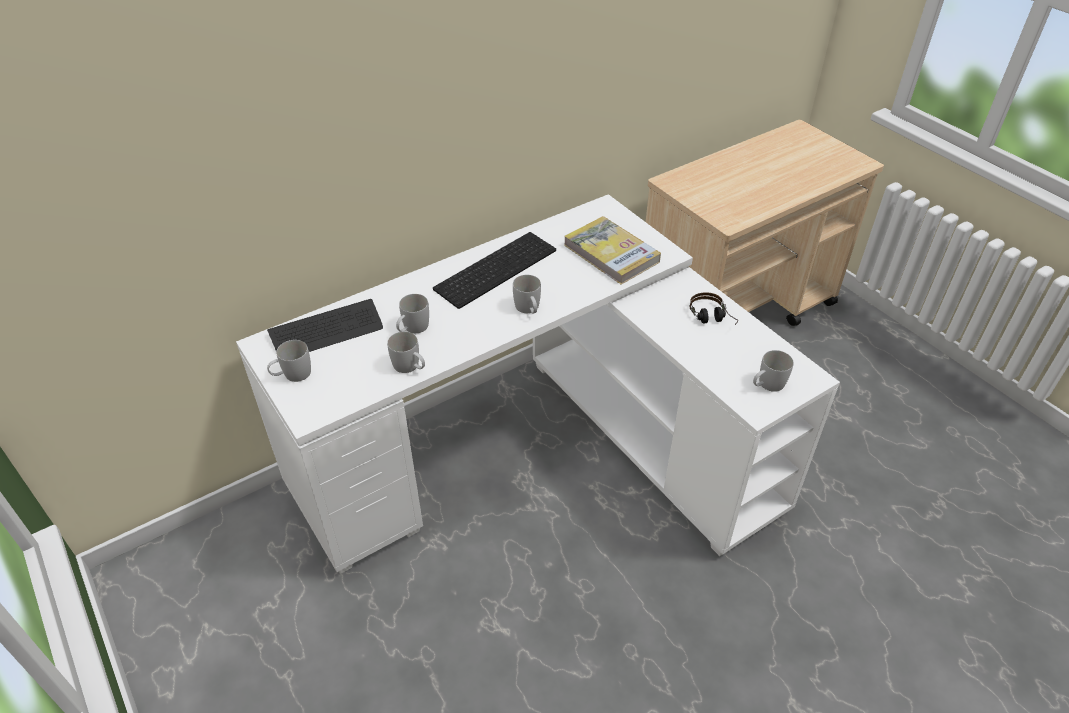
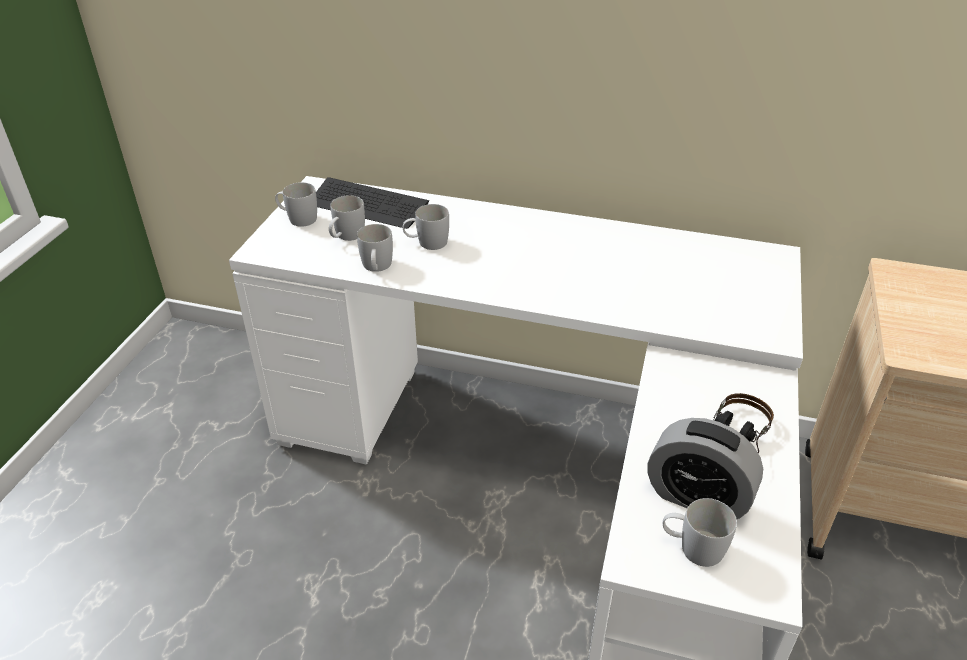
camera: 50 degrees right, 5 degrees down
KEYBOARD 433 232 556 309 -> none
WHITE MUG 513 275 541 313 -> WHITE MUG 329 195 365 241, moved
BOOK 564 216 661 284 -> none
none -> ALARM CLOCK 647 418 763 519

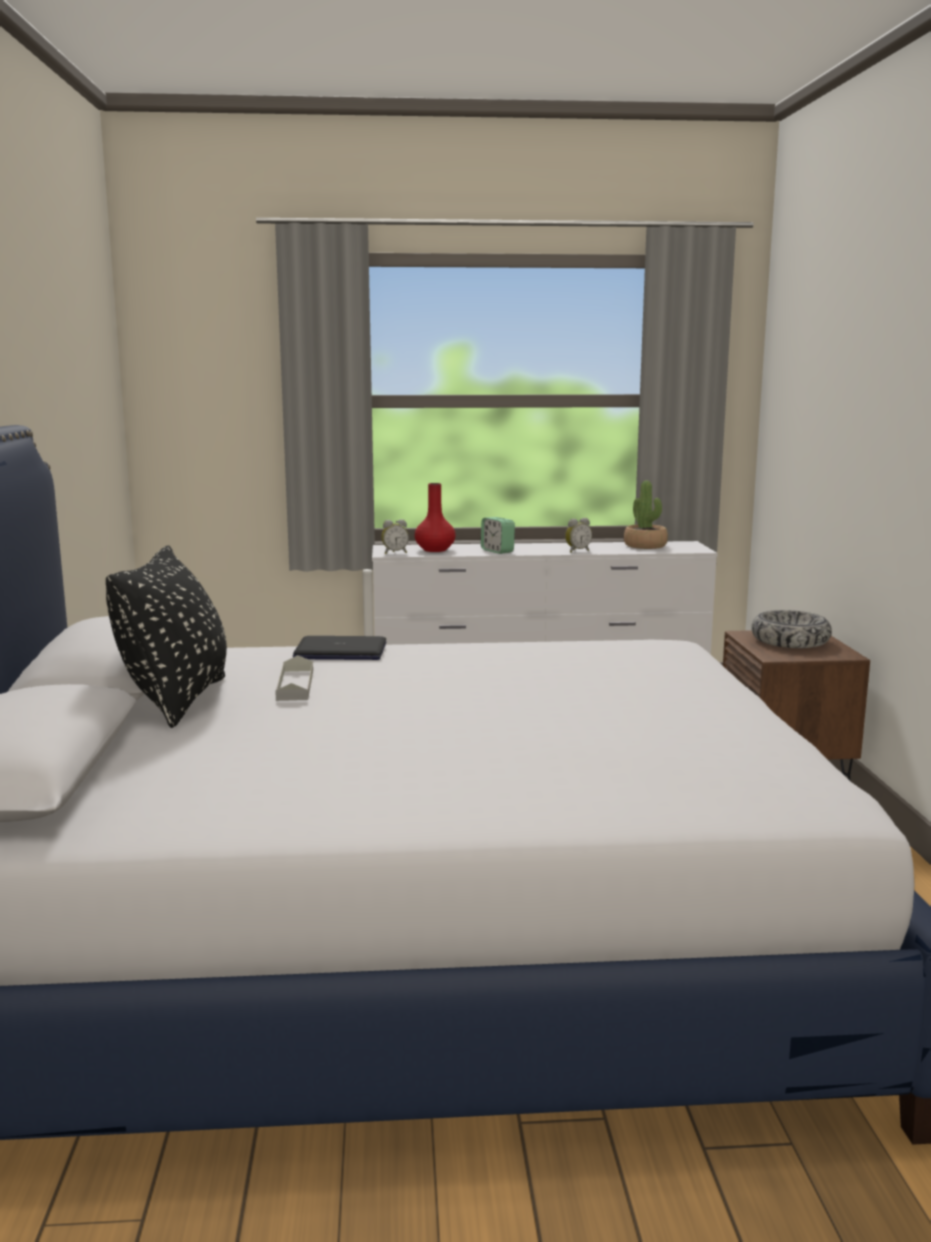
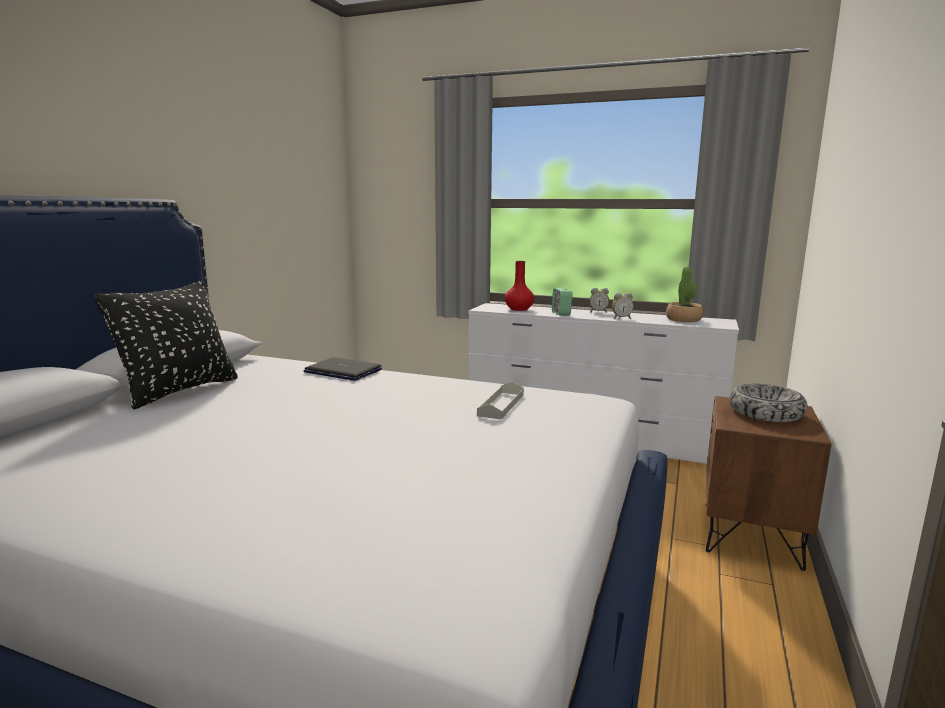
camera: 25 degrees right, 0 degrees up
GREY TRAY 275 655 313 701 -> GREY TRAY 477 381 524 420, moved
ALARM CLOCK 381 519 409 554 -> ALARM CLOCK 589 288 609 313, moved

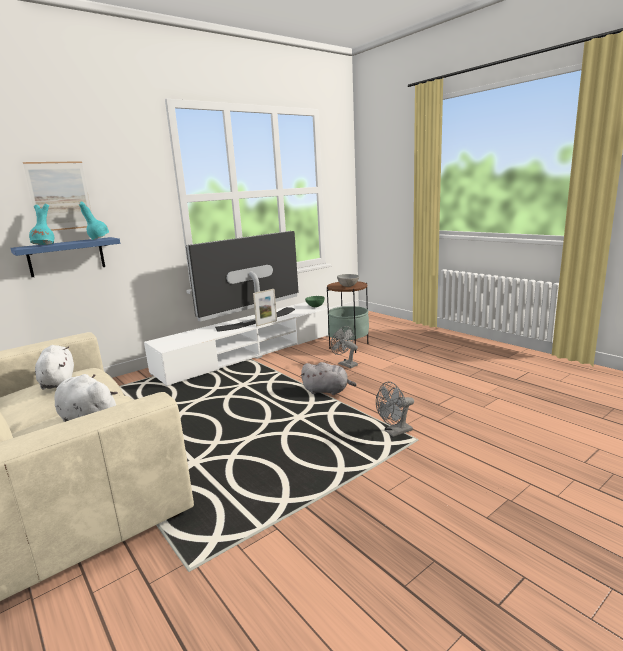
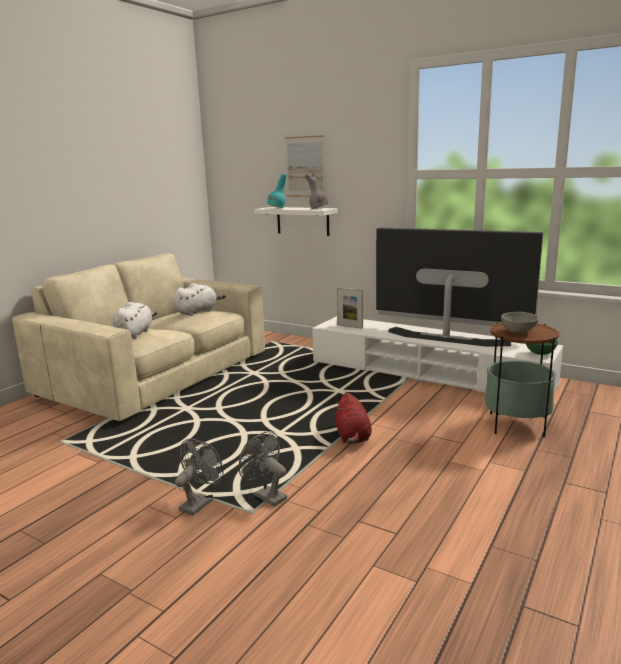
camera: 70 degrees right, 0 degrees up
BLUE SHELF 10 237 120 277 -> WHITE SHELF 254 207 338 236
TURQUOISE VASE 79 201 109 240 -> GREY VASE 305 173 328 209
PICTURE FRAME 253 289 277 326 -> PICTURE FRAME 337 287 363 329, moved
GREY PLUSH TOY 301 362 357 395 -> RED PLUSH TOY 335 392 372 444
GREY FAN 331 326 358 368 -> GREY FAN 175 439 224 516, moved

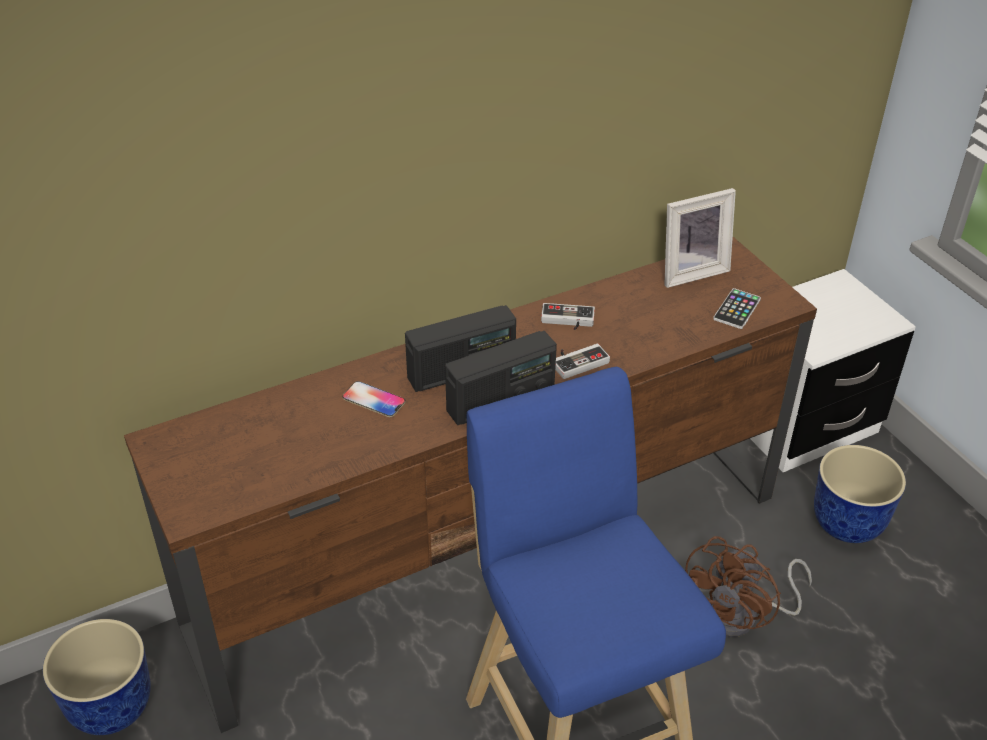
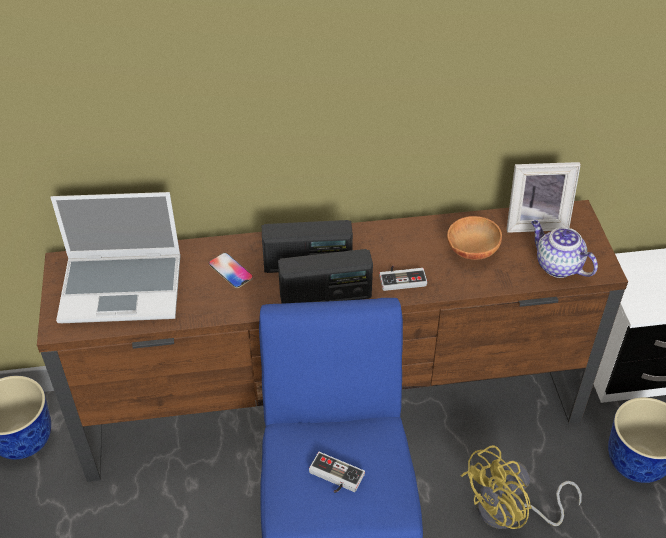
camera: 20 degrees right, 5 degrees up
GAME CONTROLLER 541 303 595 330 -> GAME CONTROLLER 309 452 365 493, moved
BROWN FAN 685 536 812 637 -> YELLOW FAN 461 445 582 529
PHONE 713 288 761 329 -> TEAPOT 531 220 598 278
none -> LAPTOP 50 192 181 323
none -> BROWN BOWL 447 216 502 260

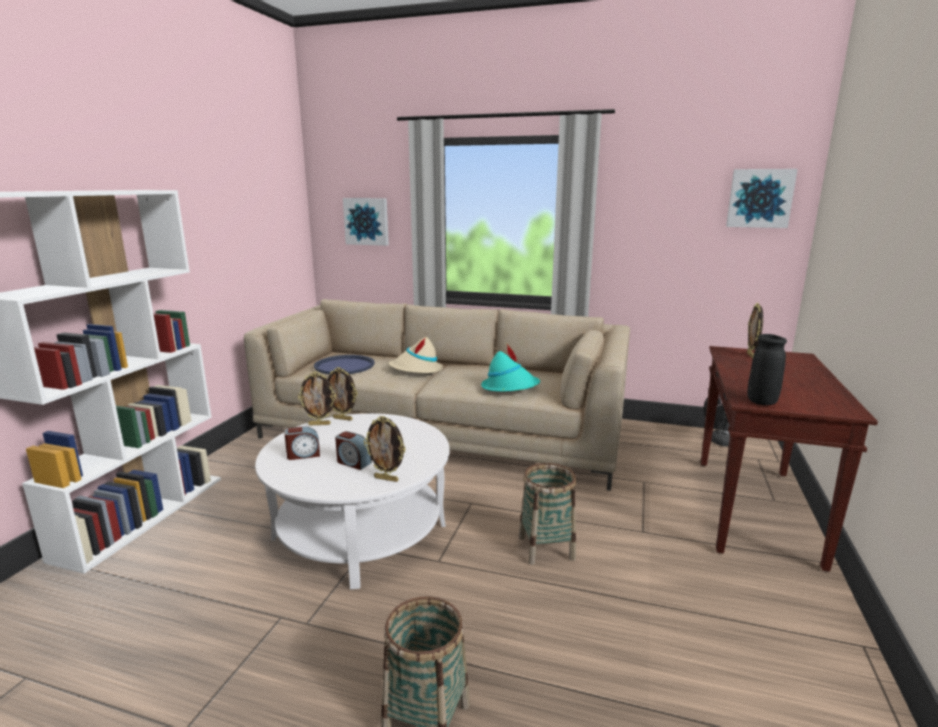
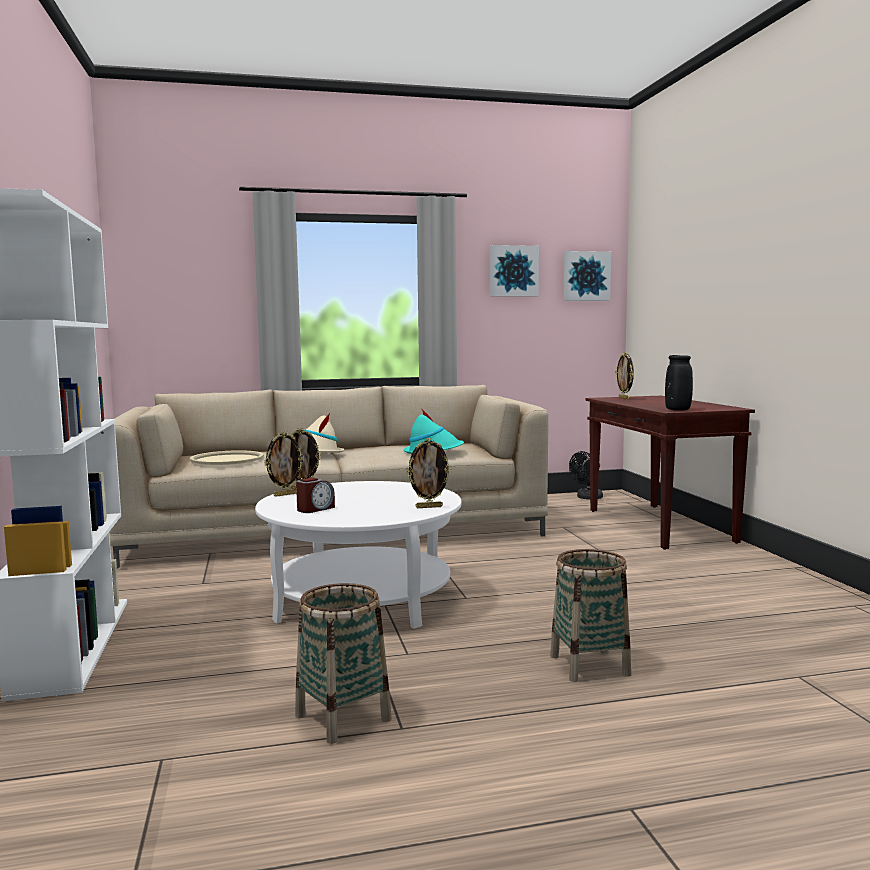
camera: 30 degrees left, 10 degrees down
BLUE TRAY 314 355 375 374 -> BEIGE TRAY 190 450 264 465
ALARM CLOCK 335 431 372 470 -> none
PICTURE 343 198 389 246 -> PICTURE 490 245 539 297, moved
BASKET 519 463 577 565 -> BASKET 295 583 392 744, moved

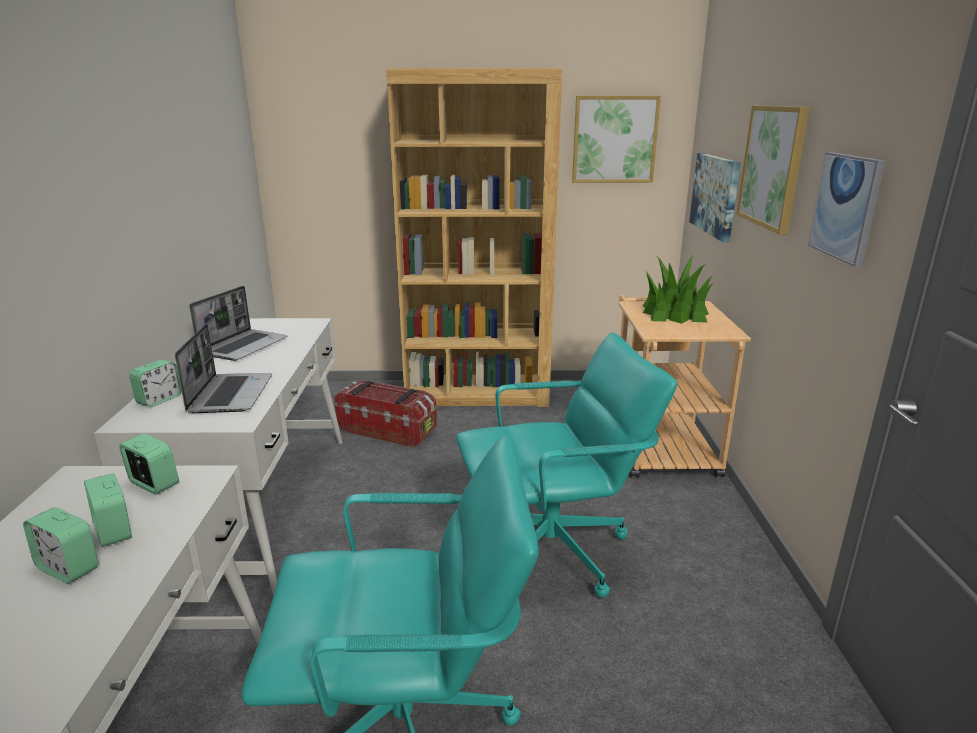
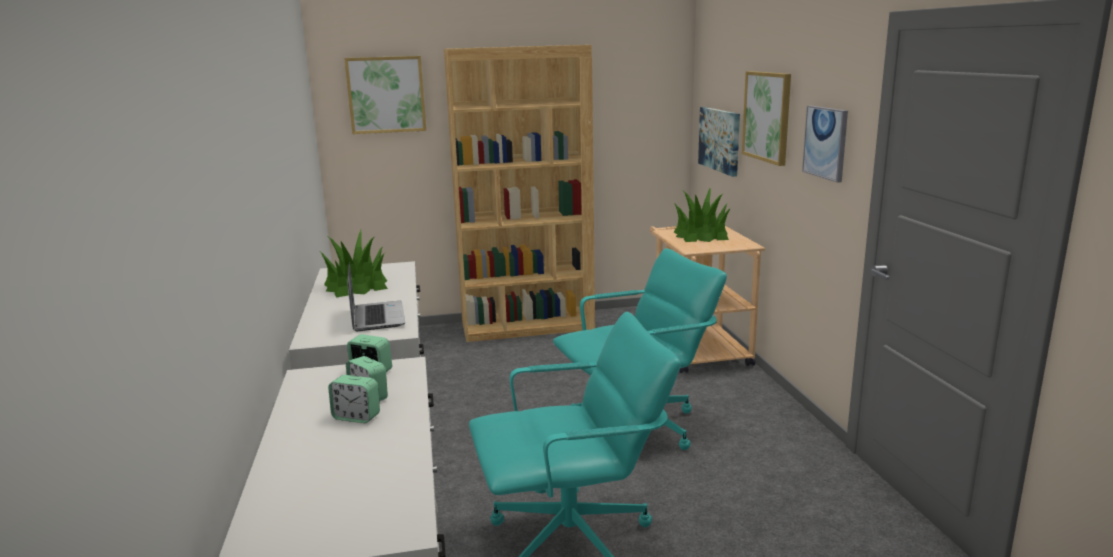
camera: 10 degrees left, 5 degrees down
ALARM CLOCK 129 360 182 407 -> none
LAPTOP 189 286 288 361 -> POTTED PLANT 320 230 388 298
STORAGE BOX 334 380 437 448 -> none
PICTURE 572 96 661 183 -> PICTURE 344 56 426 134, moved

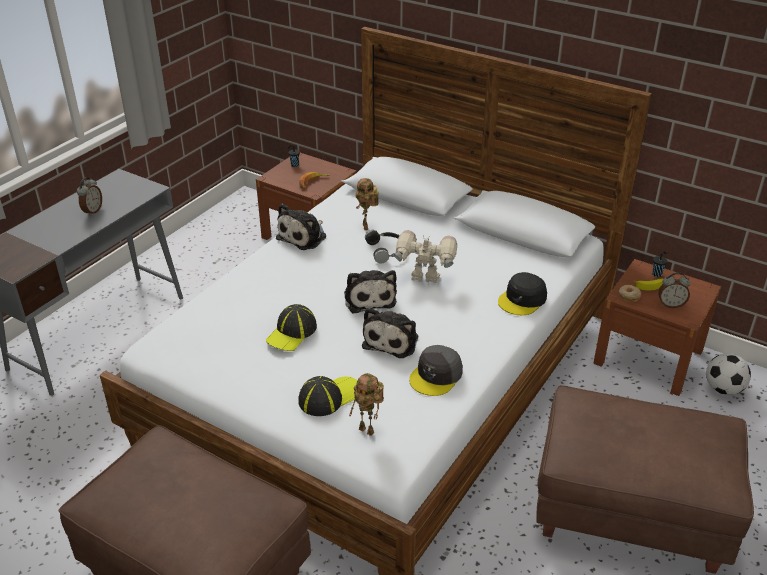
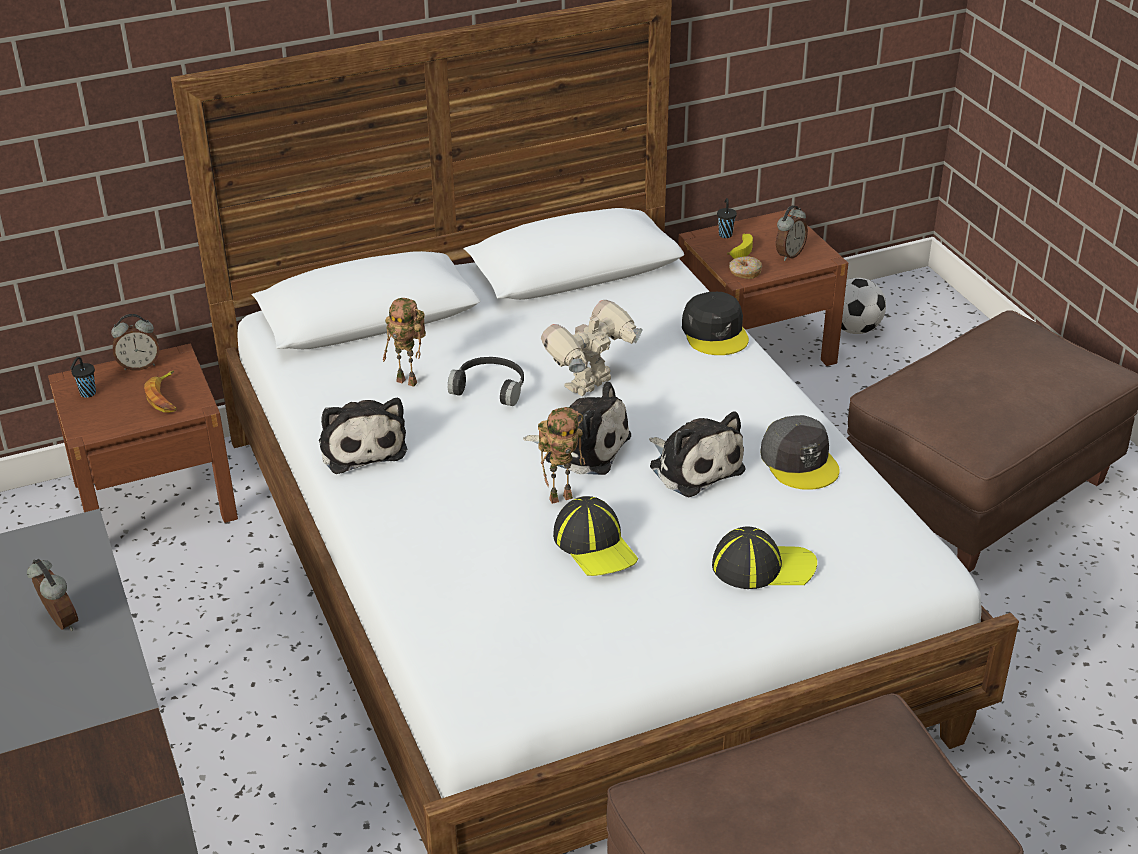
camera: 55 degrees left, 0 degrees up
CAP 298 376 357 416 -> CAP 712 526 817 589, 90 degrees clockwise
TOY ROBOT 349 373 384 436 -> TOY ROBOT 538 407 585 504, moved
none -> ALARM CLOCK 111 314 159 370

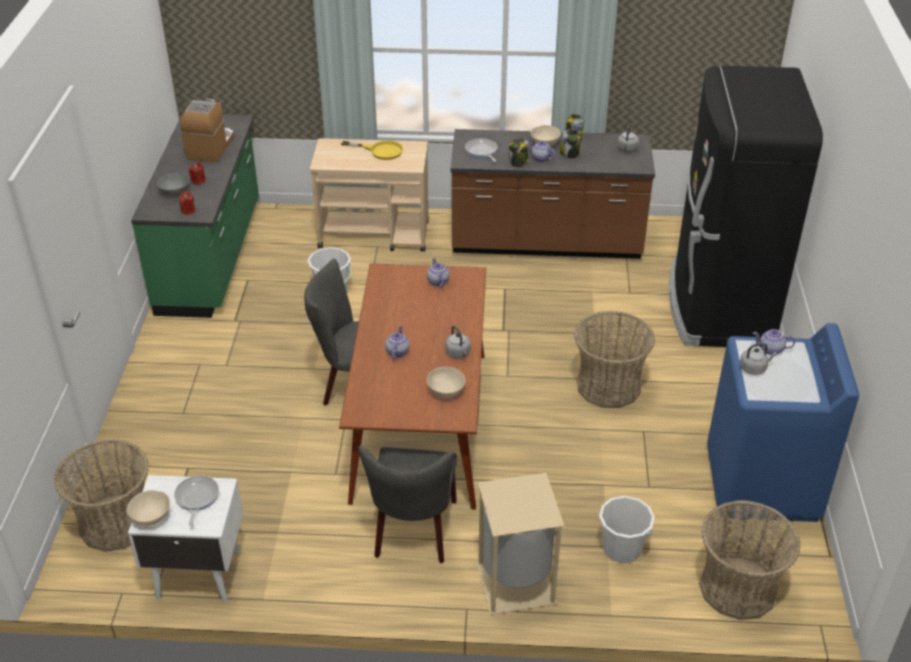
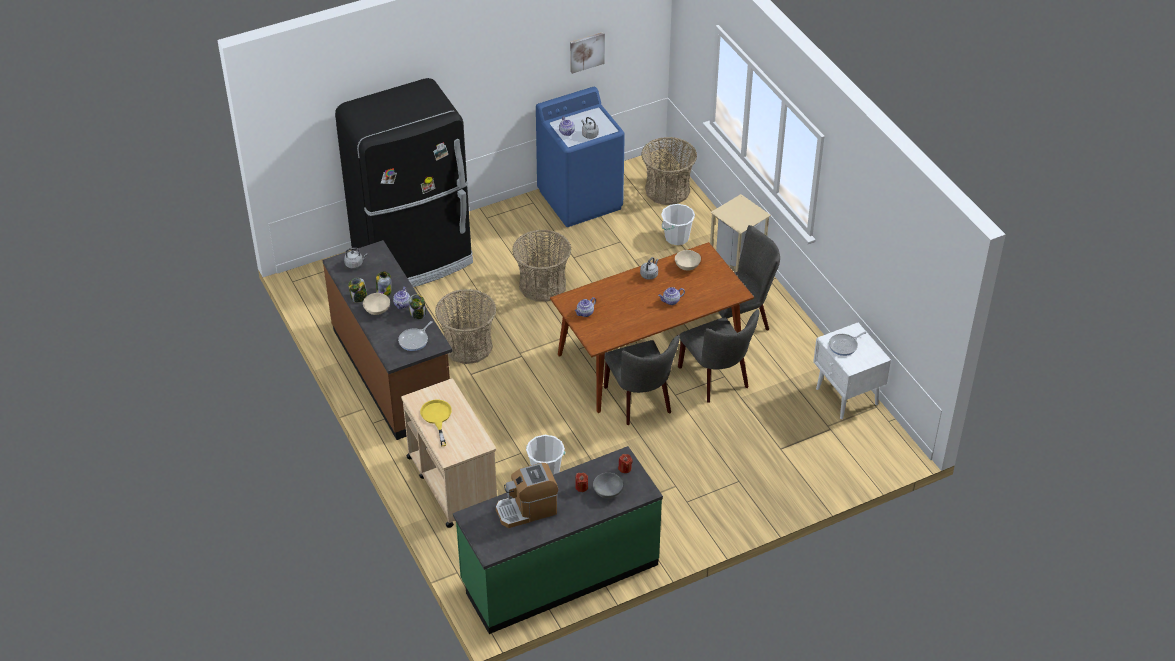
camera: 120 degrees left, 5 degrees up
BASKET 54 439 149 552 -> BASKET 435 289 496 364, moved
BEIGE BOWL 127 490 170 526 -> none
none -> PICTURE 570 32 605 74
none -> GREY CHAIR 678 309 760 403

